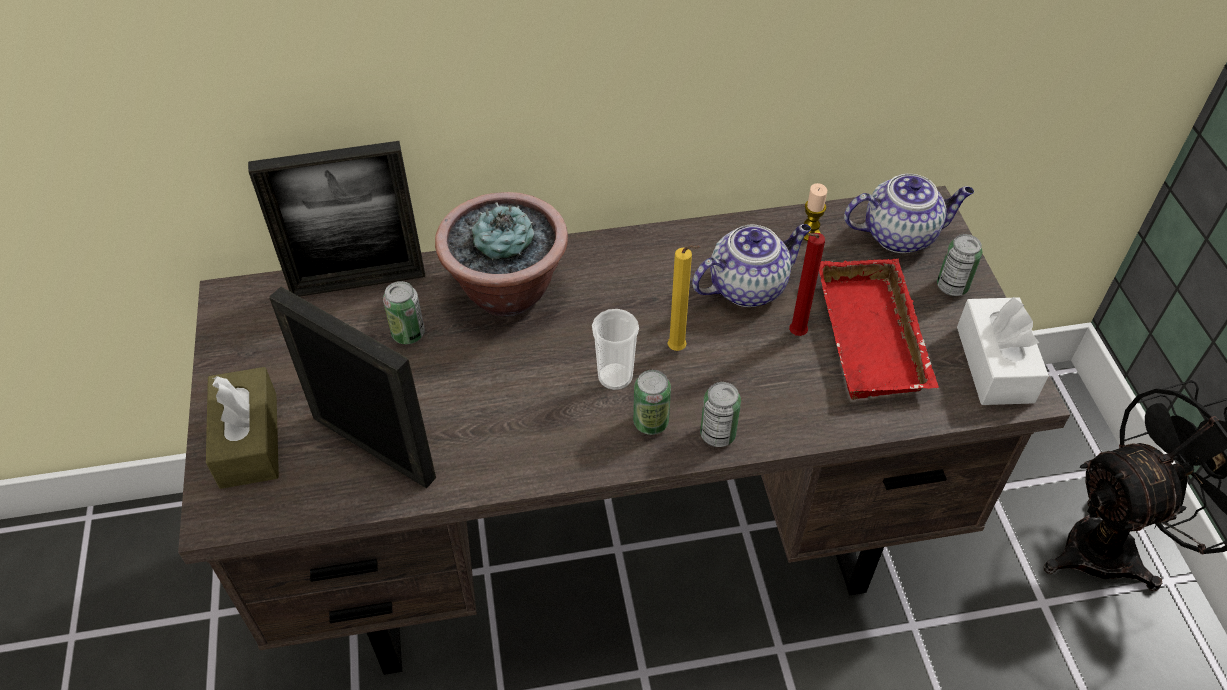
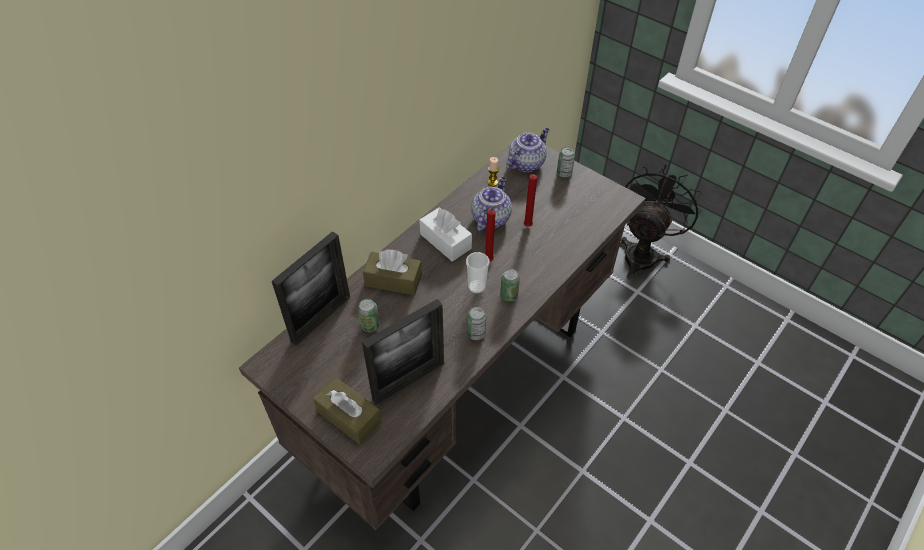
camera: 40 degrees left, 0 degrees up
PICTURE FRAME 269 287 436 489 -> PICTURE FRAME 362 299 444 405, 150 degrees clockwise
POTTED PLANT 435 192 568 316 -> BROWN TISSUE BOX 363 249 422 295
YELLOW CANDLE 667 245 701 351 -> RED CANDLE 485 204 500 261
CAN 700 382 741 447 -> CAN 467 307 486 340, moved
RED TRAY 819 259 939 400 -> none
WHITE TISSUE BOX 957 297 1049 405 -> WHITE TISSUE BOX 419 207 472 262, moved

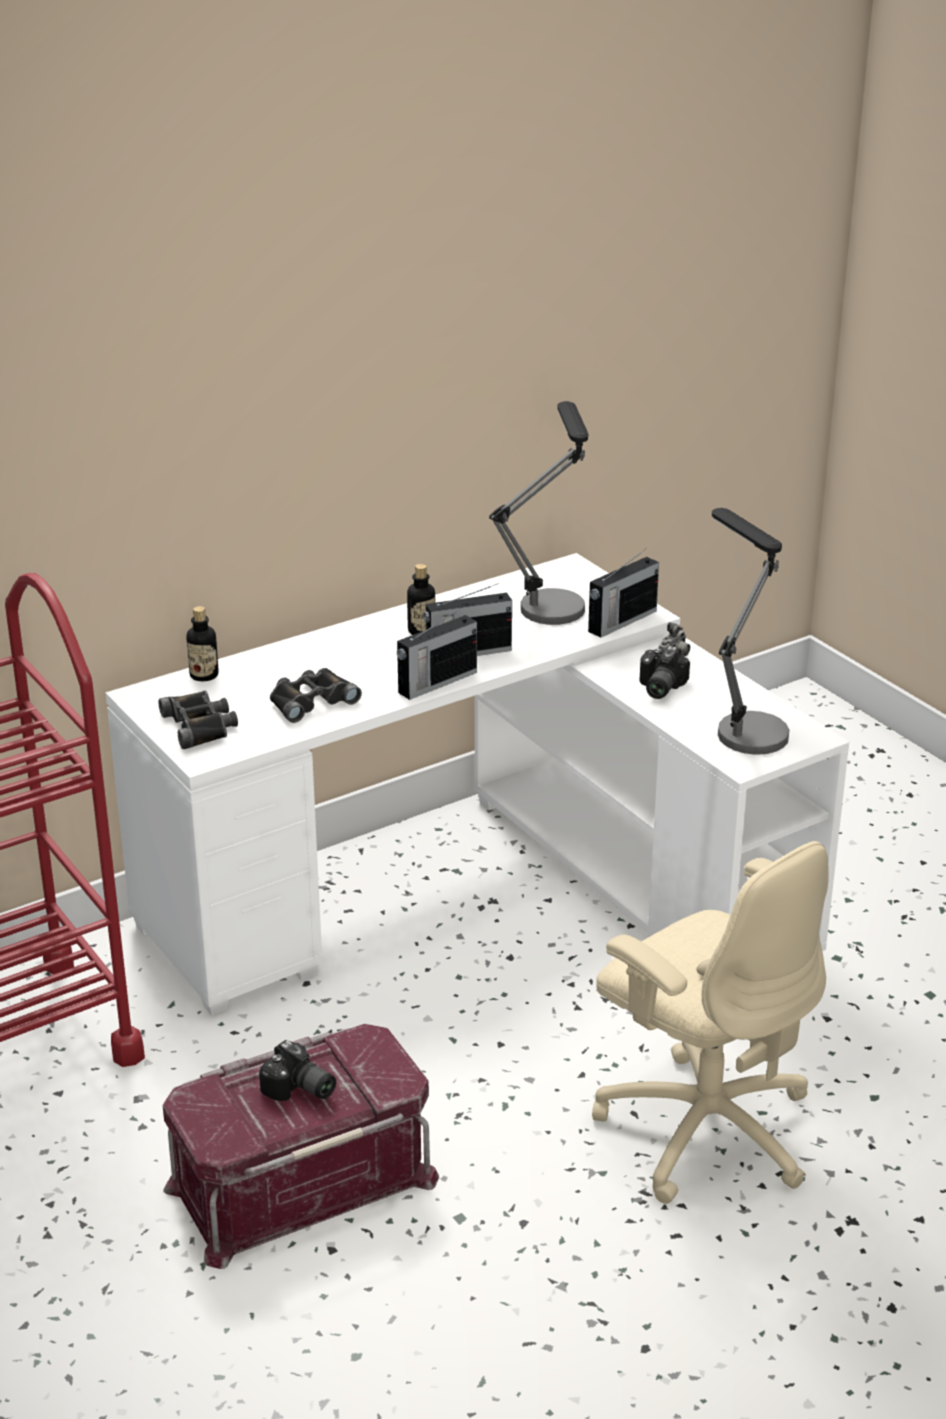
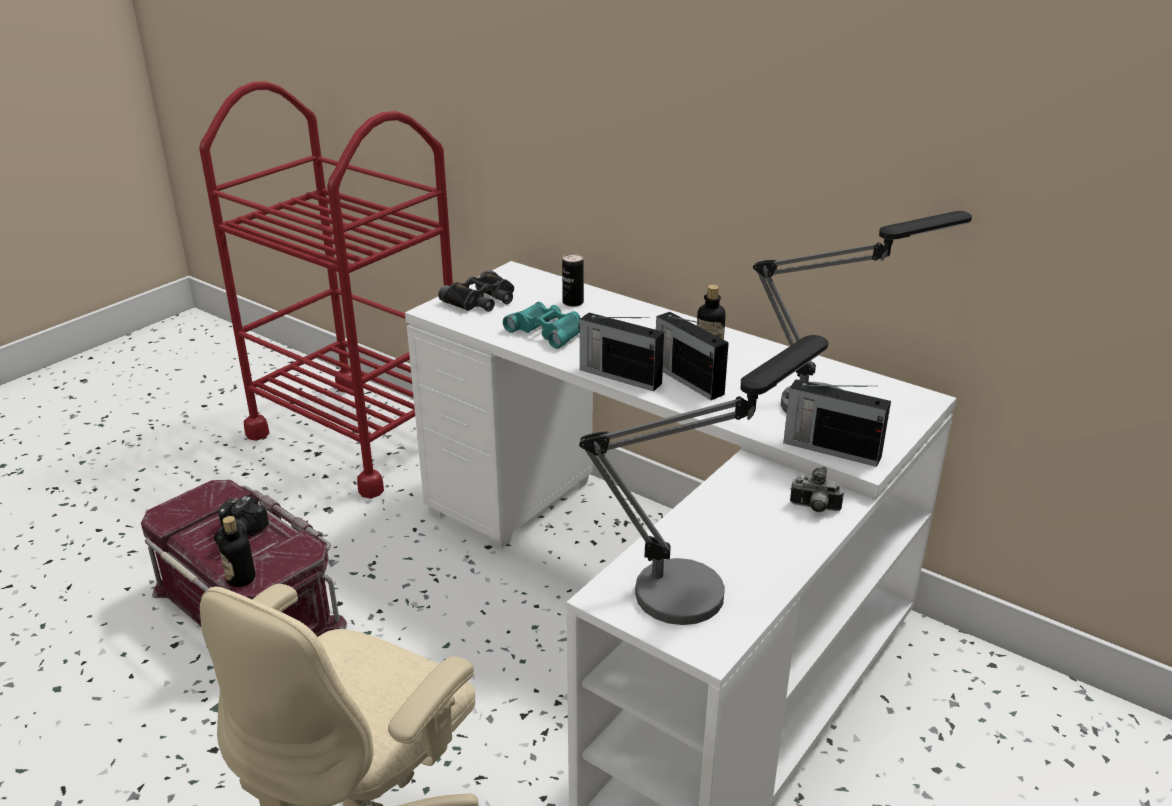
camera: 70 degrees right, 0 degrees up
BOTTLE 187 606 219 681 -> BOTTLE 219 516 256 587, moved
BLACK BINOCULARS 270 668 362 723 -> TURQUOISE BINOCULARS 503 302 581 349
PHOTO CAMERA 639 646 690 699 -> none
none -> CAN 562 254 584 307

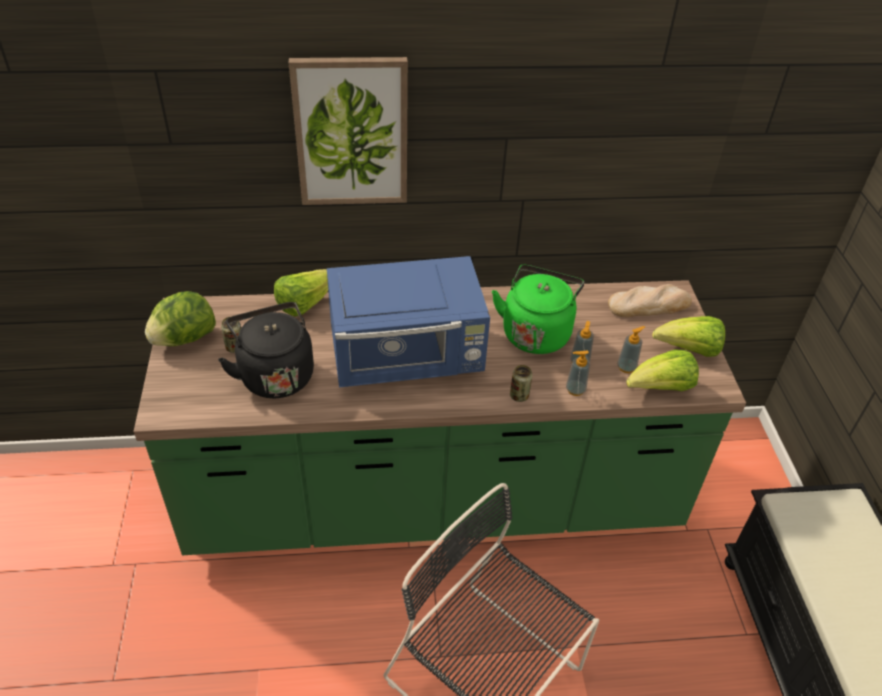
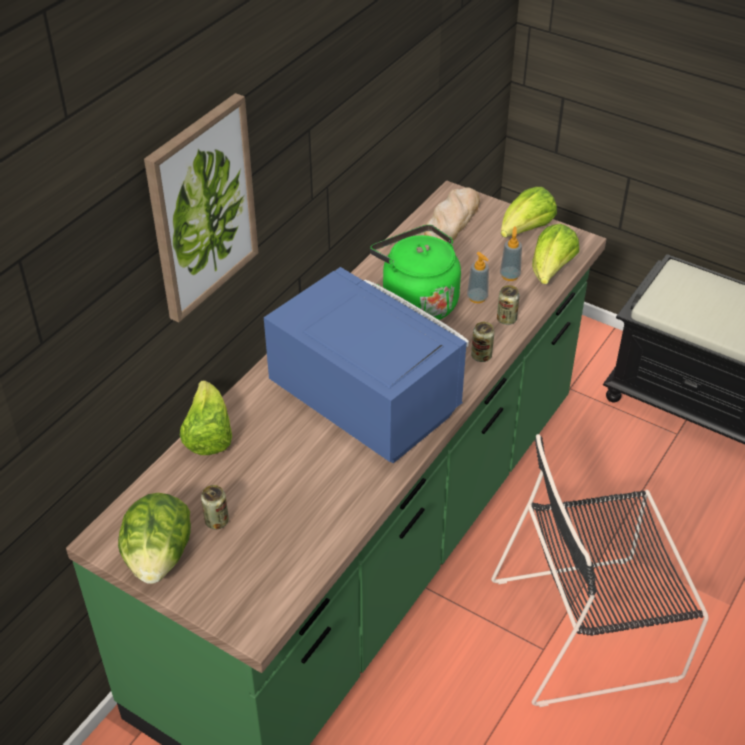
camera: 50 degrees left, 0 degrees up
BLACK KETTLE 218 302 314 398 -> none
BLUE MICROWAVE 327 256 490 387 -> BLUE MICROWAVE 264 267 469 463, 75 degrees counterclockwise
SOAP DISPENSER 566 351 590 396 -> CAN 497 285 520 325

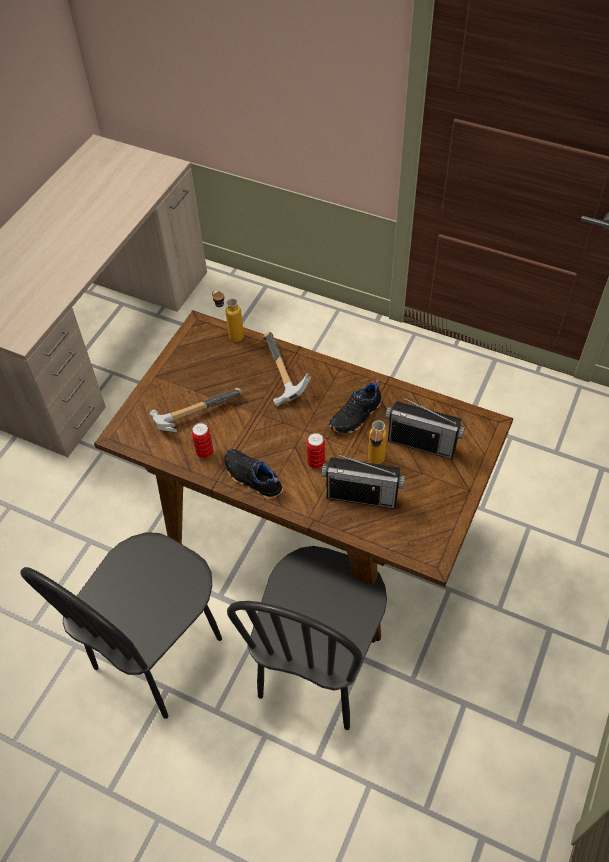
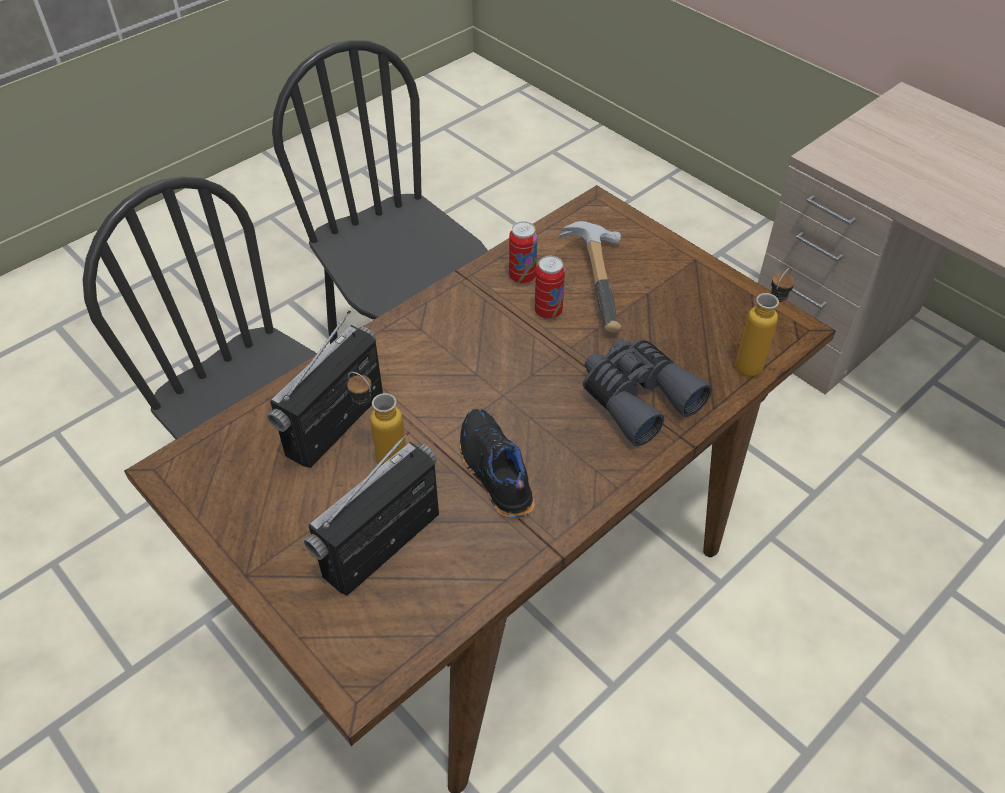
camera: 110 degrees right, 5 degrees down
BLACK SHOE 224 449 283 499 -> none
HAMMER 263 332 311 407 -> GREY BINOCULARS 583 339 712 446
CAN 307 433 325 469 -> CAN 535 256 565 320, moved

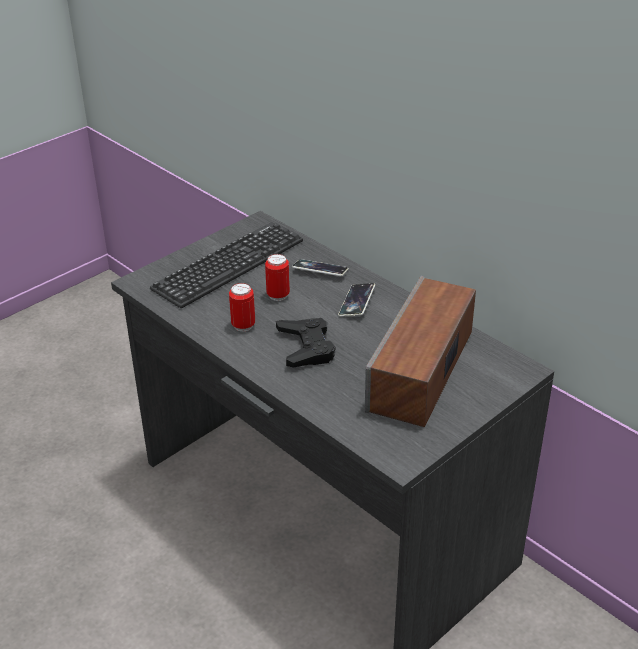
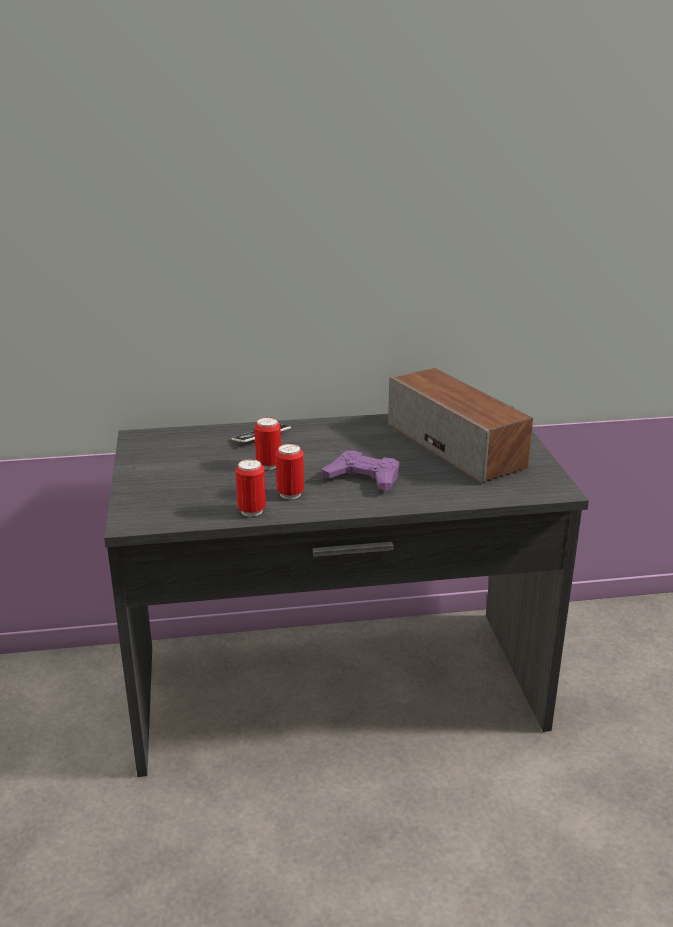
camera: 55 degrees left, 10 degrees down
KEYBOARD 150 222 303 308 -> none
BLACK GAME CONTROLLER 276 318 335 368 -> PURPLE GAME CONTROLLER 321 451 400 491
PHONE 338 283 375 317 -> none
none -> CAN 236 459 266 517

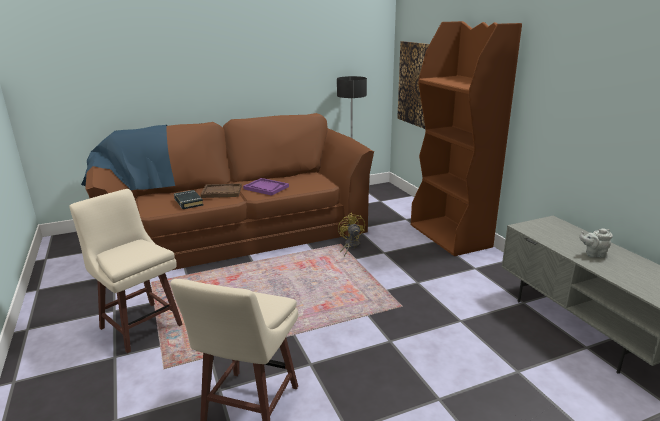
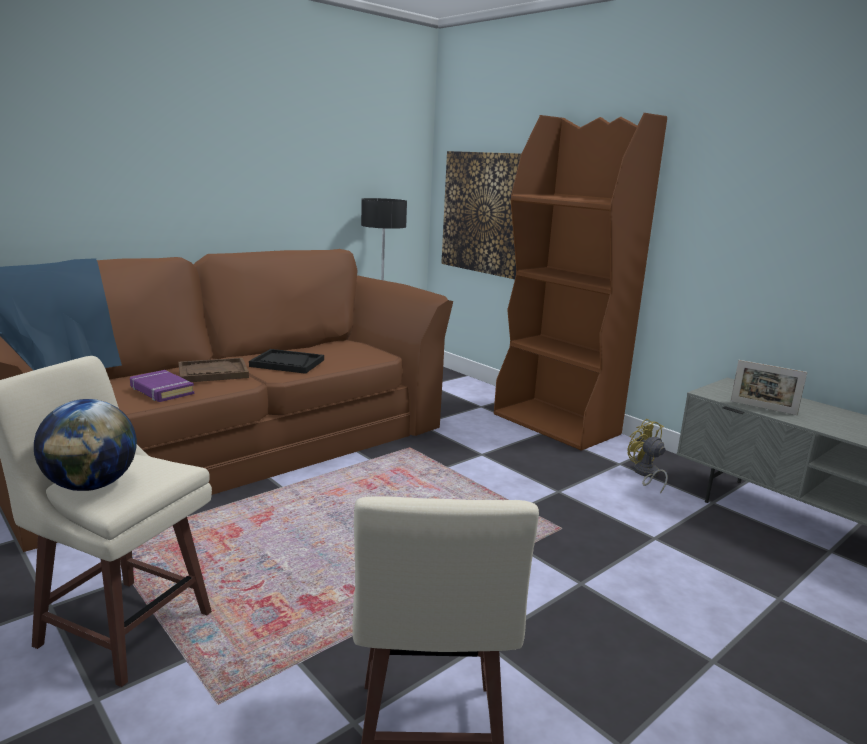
camera: 20 degrees left, 5 degrees down
BLACK BOOK 174 190 203 209 -> PURPLE BOOK 130 370 194 402
PURPLE TRAY 243 178 289 196 -> BLACK TRAY 249 349 324 374
YELLOW FAN 338 213 365 257 -> YELLOW FAN 628 419 668 494, moved
GREY TEAPOT 579 228 613 258 -> none
none -> GLOBE 34 399 137 491
none -> PICTURE FRAME 730 360 807 415

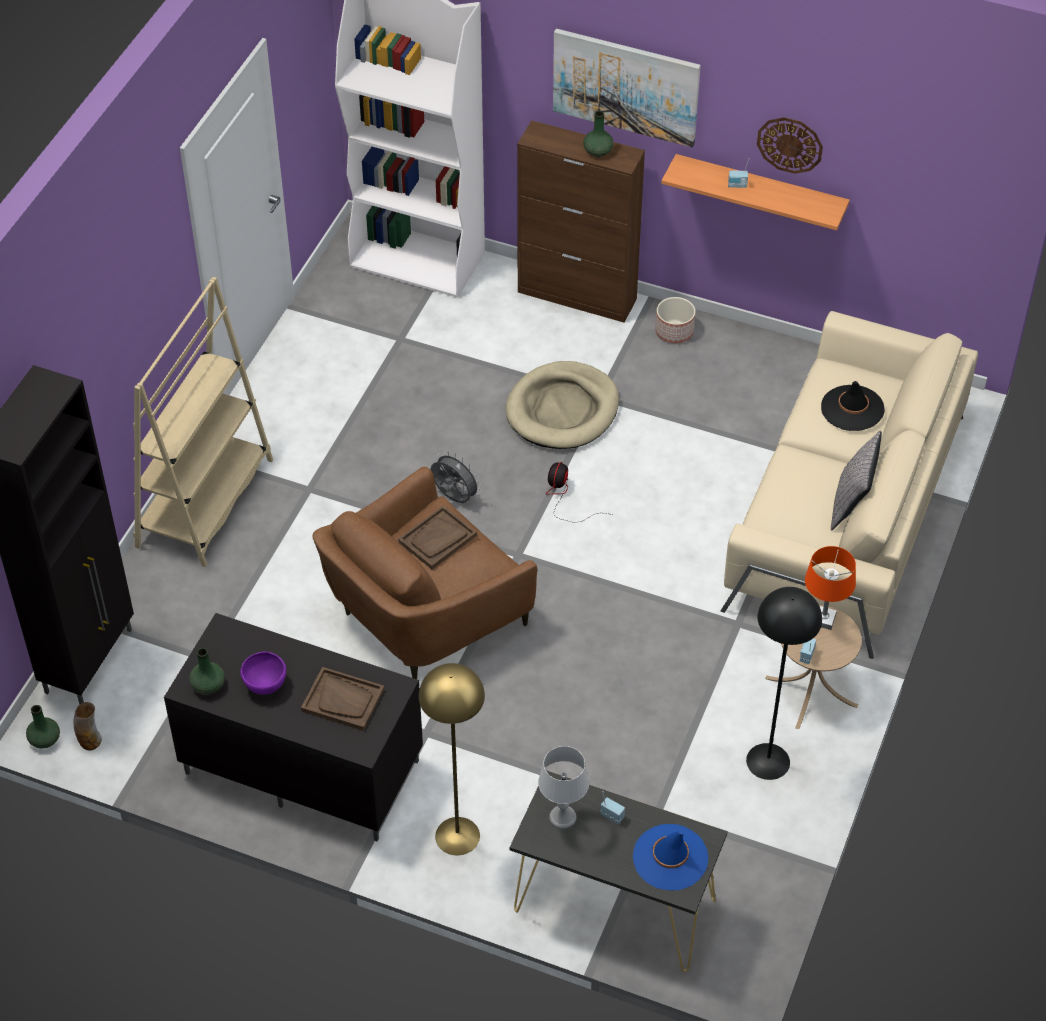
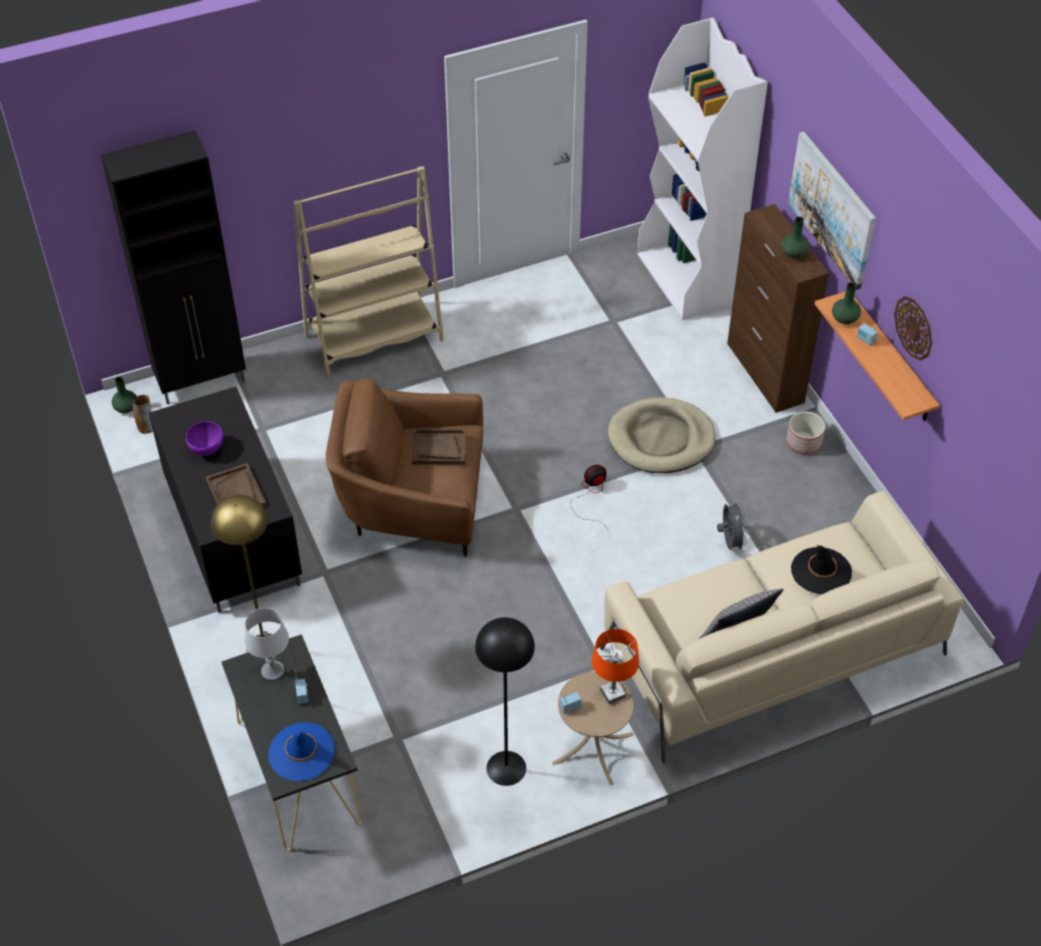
camera: 45 degrees right, 0 degrees up
GREEN VASE 189 648 225 694 -> GREEN VASE 832 282 861 324, moved
GREY FAN 431 451 482 503 -> GREY FAN 717 500 747 552, moved

